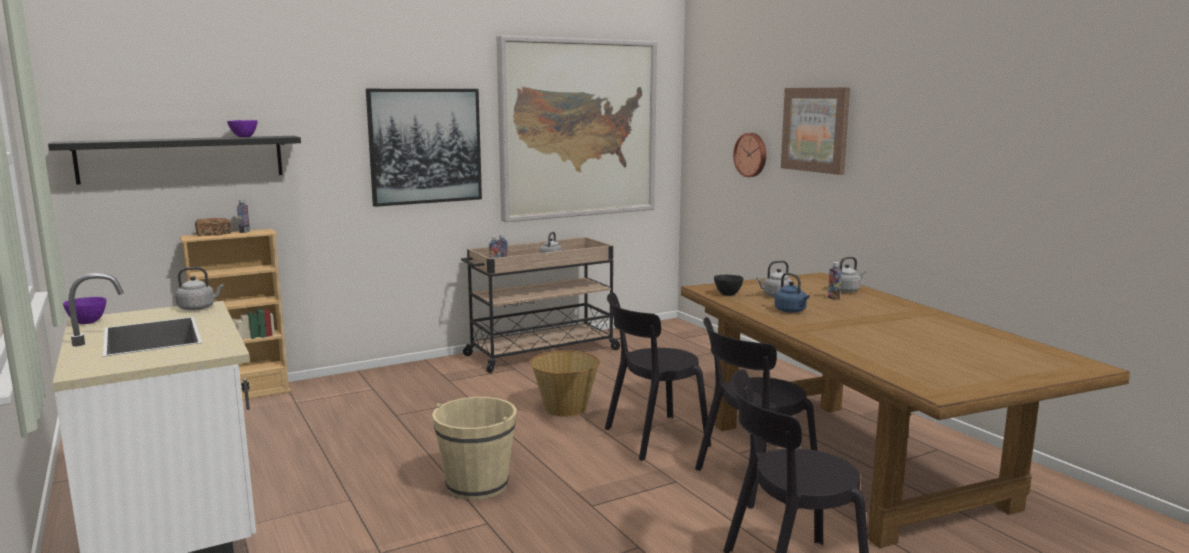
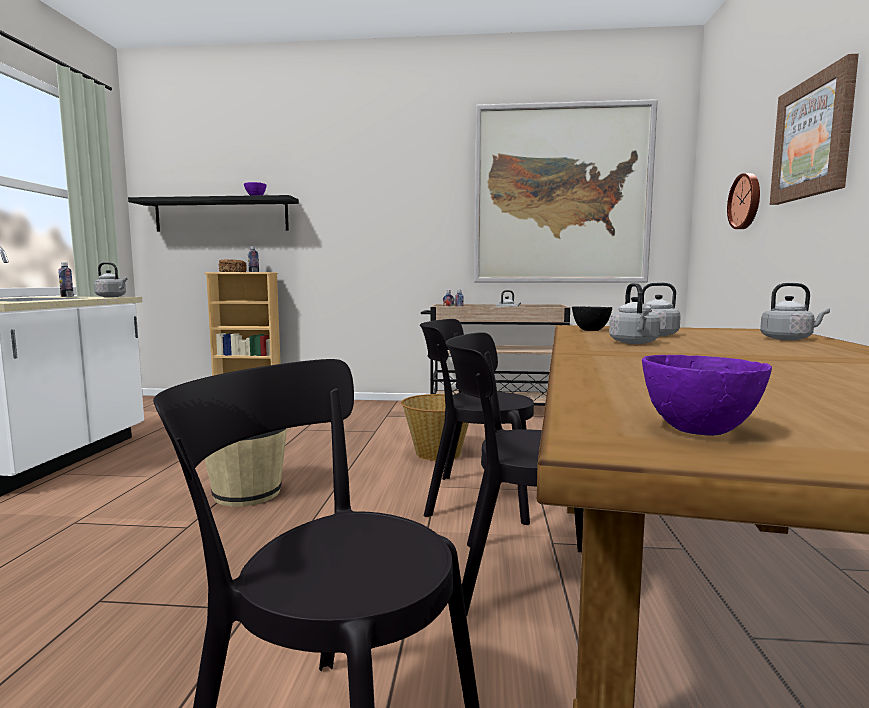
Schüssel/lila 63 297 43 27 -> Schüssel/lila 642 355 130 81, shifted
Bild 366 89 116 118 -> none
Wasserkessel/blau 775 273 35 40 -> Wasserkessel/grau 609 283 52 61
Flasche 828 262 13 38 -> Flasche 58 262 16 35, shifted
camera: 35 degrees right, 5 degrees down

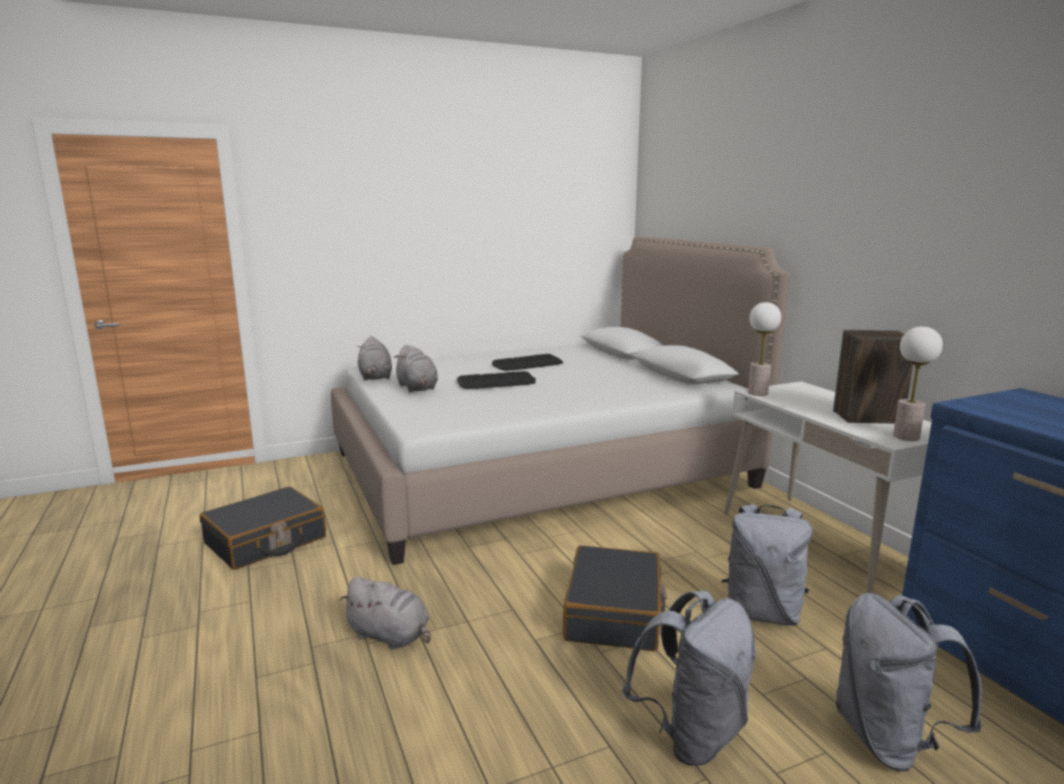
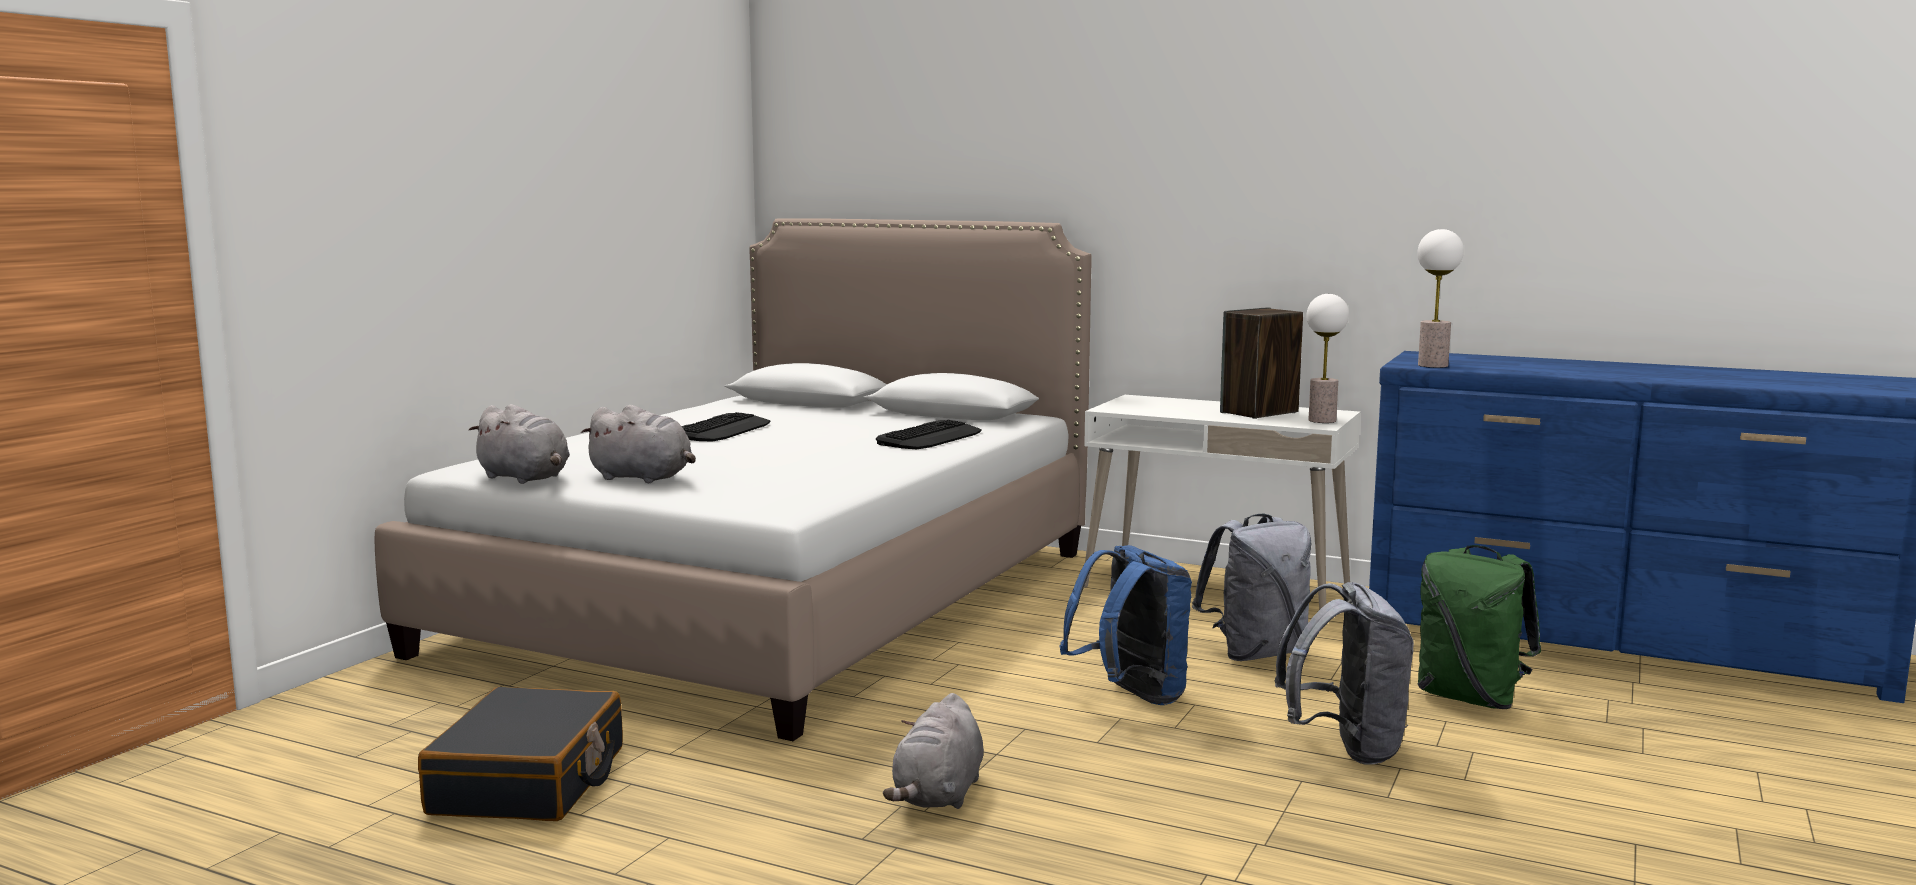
Plüschtier/grau 339 577 92 73 -> Plüschtier/grau 883 693 101 116, 120 degrees clockwise
Tastatur 457 371 79 18 -> Tastatur 876 420 106 29, shifted
Koffer/schwarz 563 545 104 106 -> Rucksack/blau 1059 545 133 160
Tischlampe 748 302 33 94 -> Tischlampe 1417 229 47 139, shifted
Rucksack/grau 835 593 147 179 -> Rucksack/grün 1418 545 123 164
camera: 40 degrees left, 5 degrees down

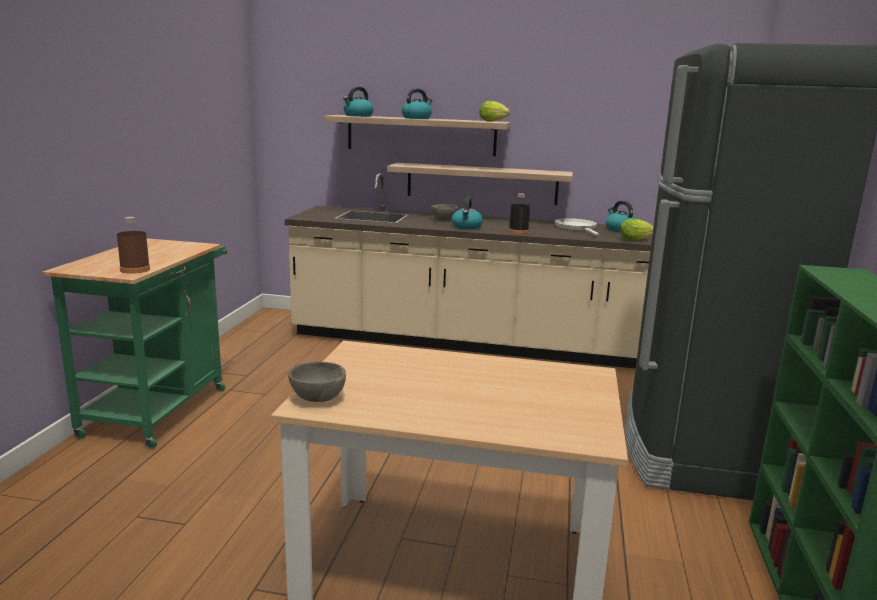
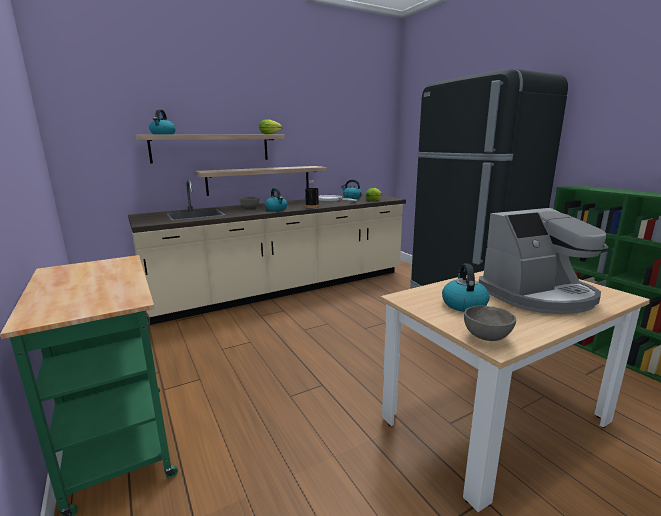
Flasche/braun 117 217 33 57 -> none
Wasserkessel 402 88 30 31 -> Wasserkessel 442 264 48 48, shifted
none -> Kaffeemaschine 479 208 129 106
camera: 40 degrees left, 0 degrees up

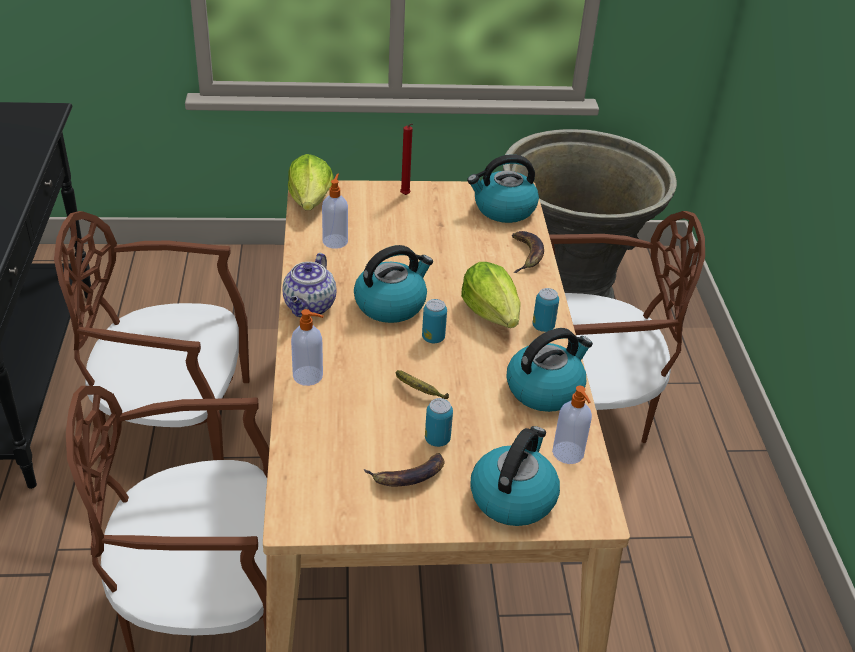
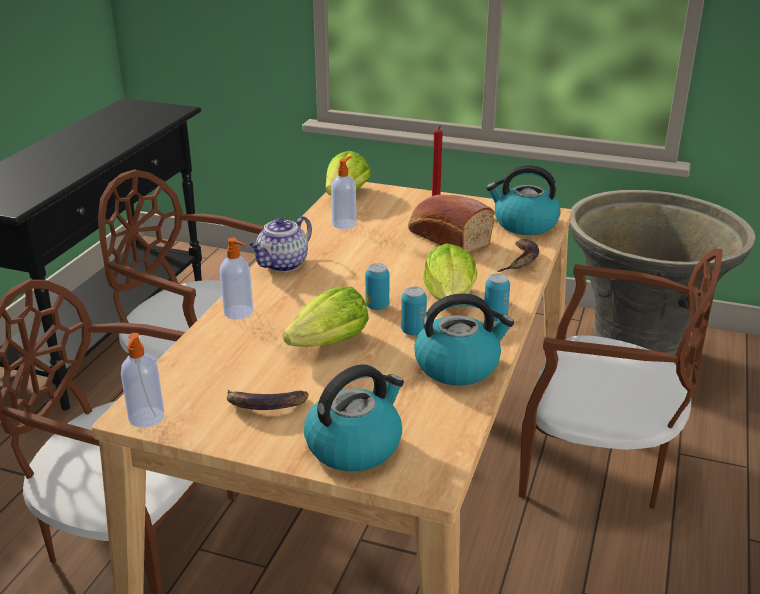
Wasserkessel 354 245 79 78 -> none
Banane 396 370 53 29 -> Salatkopf 283 287 86 60
Dose 425 398 28 49 -> Dose 401 287 26 48, shifted
Seifenspender 552 386 40 78 -> Seifenspender 121 333 43 95, shifted
none -> Brot 408 195 87 58
camera: 25 degrees right, 10 degrees down

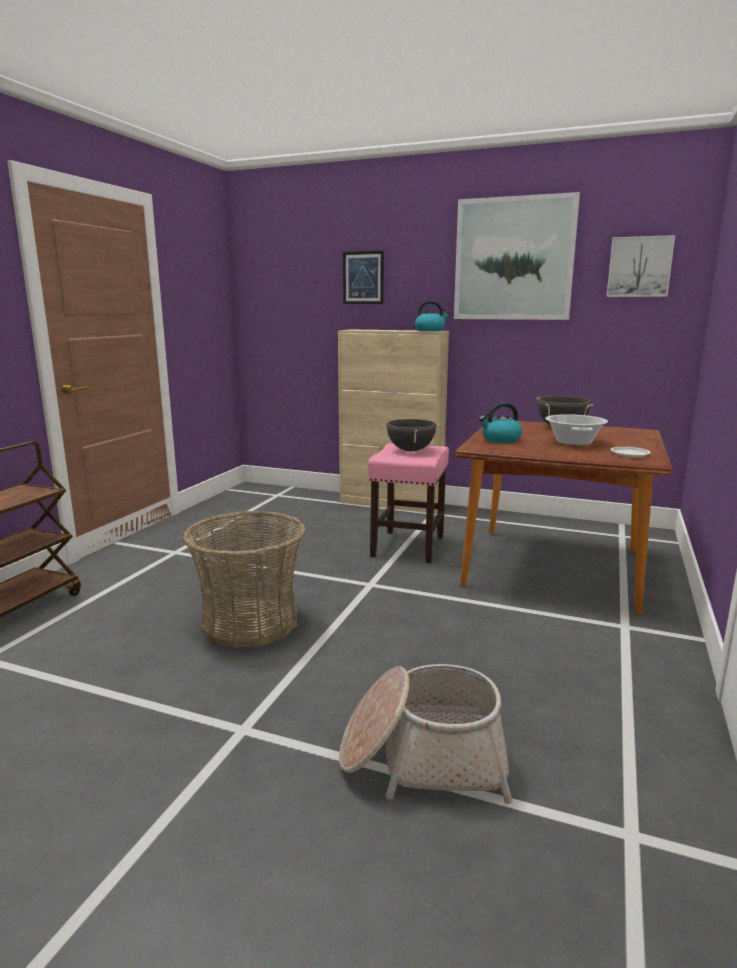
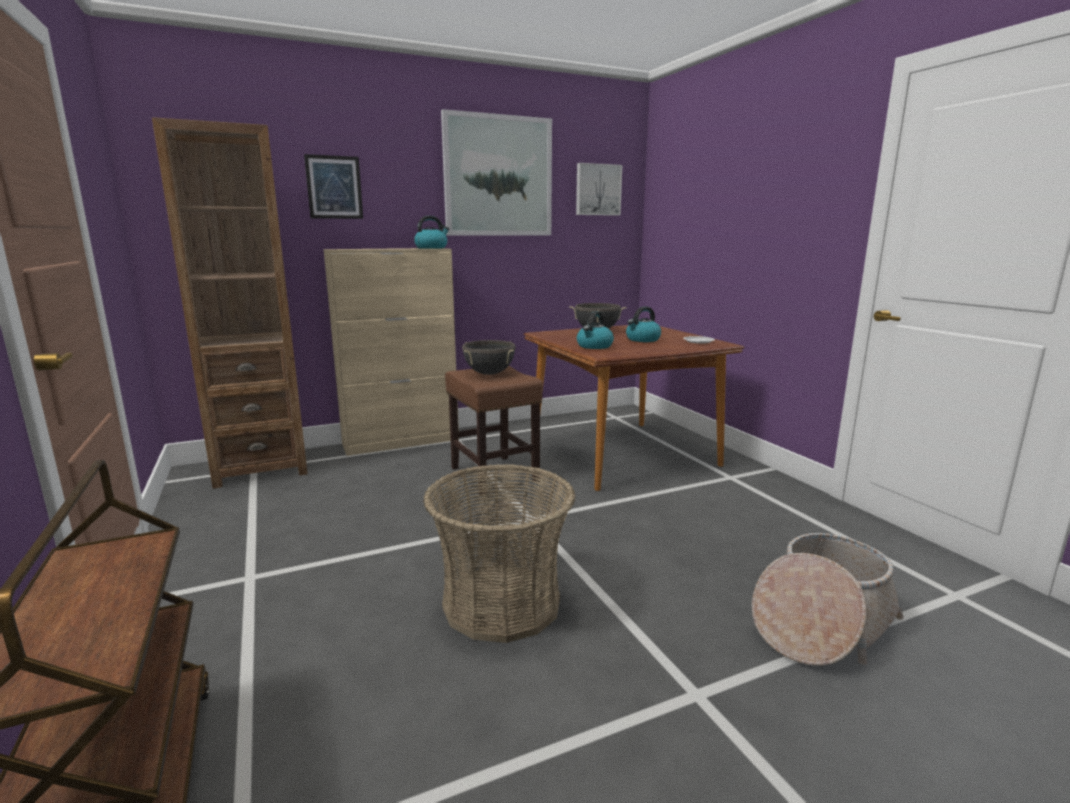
Hocker/rosa 368 443 81 120 -> Hocker/braun 445 366 98 128
Kochtopf 545 414 63 32 -> Wasserkessel 626 306 35 36
none -> Bücherregal/braun 152 117 156 372
camera: 45 degrees left, 0 degrees up

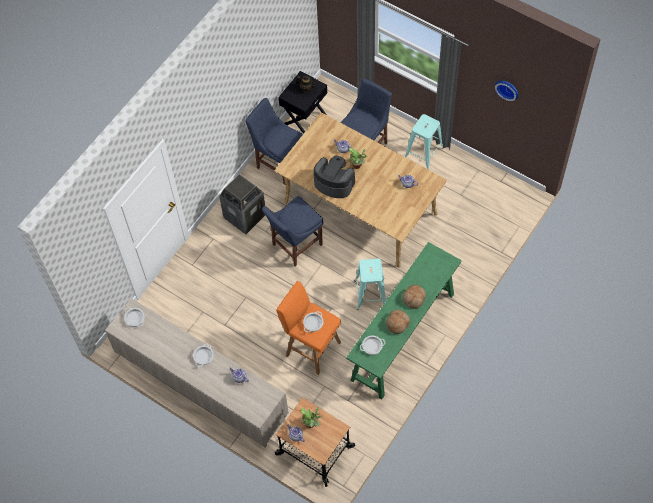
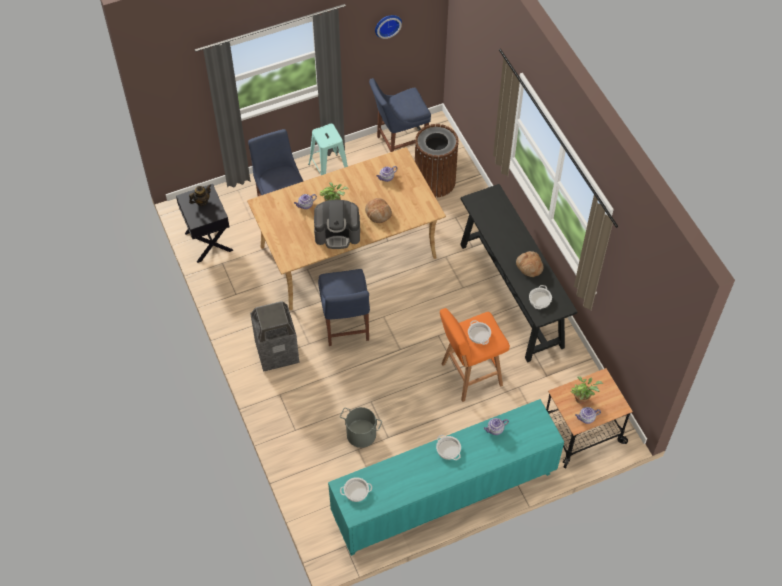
Schrank/beige 105 298 184 149 -> Schrank/türkis 328 399 236 157
Stuhl/blau 245 98 58 87 -> Stuhl/blau 369 78 62 74, shifted
Kaffeemaschine 314 156 41 42 -> Kaffeemaschine 314 200 46 49, 150 degrees counterclockwise
Konsolentisch/grün 346 242 116 158 -> Konsolentisch/schwarz 460 184 117 179
Hocker/türkis 354 258 32 52 -> none
Brot 402 285 24 24 -> Brot 365 198 27 25, shifted
none -> Eimer/grau 340 407 42 41
none -> Mülleimer/braun 415 124 44 74
camera: 60 degrees left, 5 degrees down

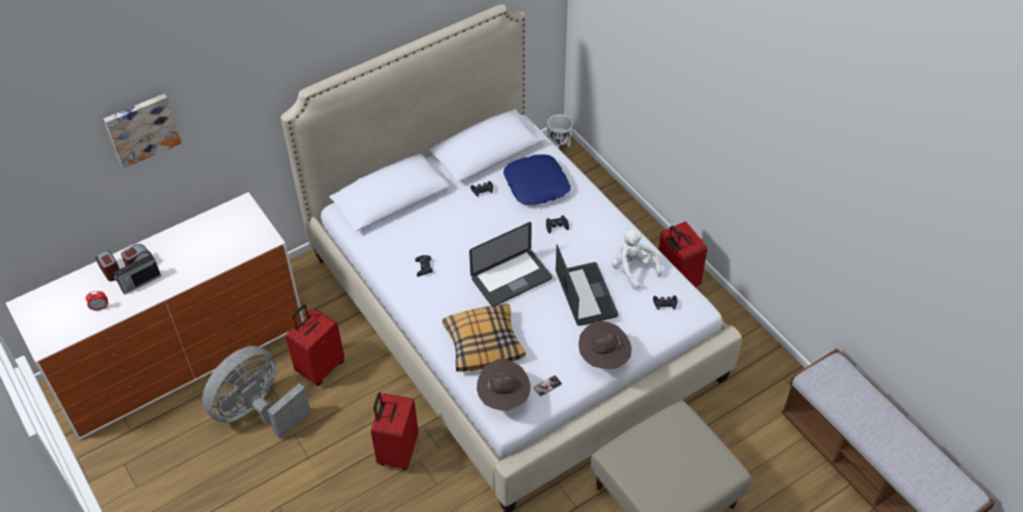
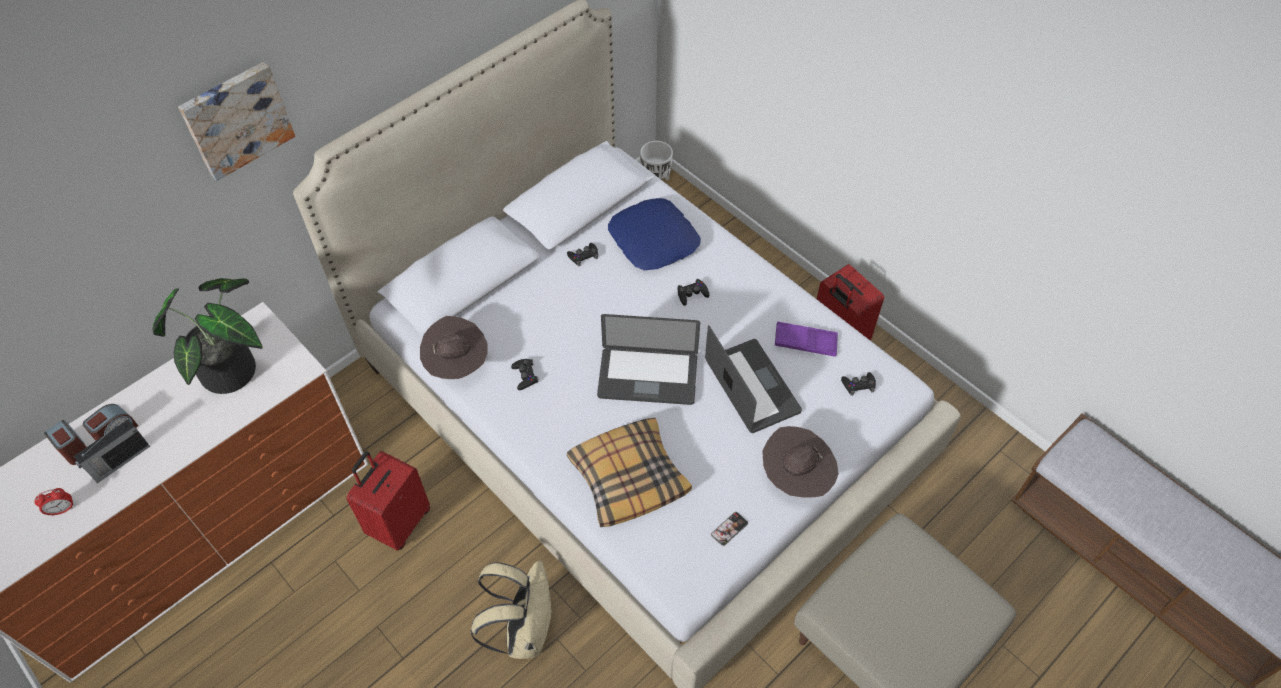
Bild 104 94 77 74 -> Bild 178 62 117 119, shifted
Ventilator/grau 202 346 109 92 -> none
Koffer/rot 371 392 47 78 -> Rucksack/beige 470 561 83 98
Laptop 469 222 83 84 -> Laptop 597 314 103 91, 45 degrees clockwise
Hut/braun 477 358 54 53 -> Hut/braun 420 316 68 63, shifted
Plüschtier/weiß 611 228 51 62 -> Tablett/lila 775 322 63 35
none -> Topfpflanze 152 278 111 116
camera: 10 degrees left, 5 degrees up

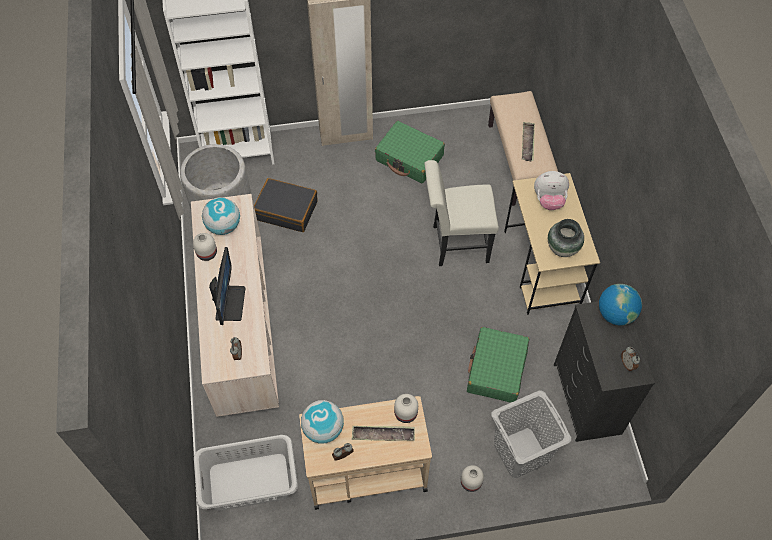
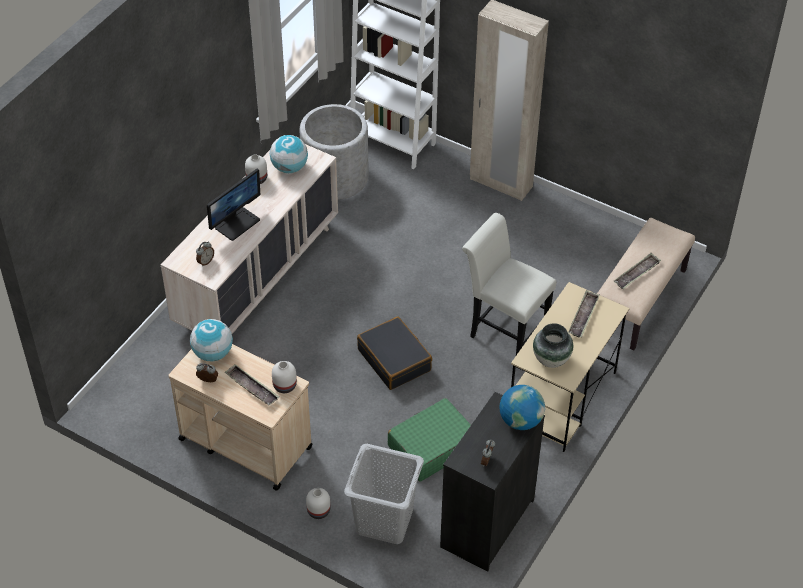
Wäschekorb/grau 194 435 104 76 -> none
Koffer/schwarz 254 178 64 54 -> Koffer/schwarz 357 316 75 74, shifted
Koffer/grün 375 121 70 62 -> none
Plüschtier 534 171 35 39 -> Tablett 568 290 31 48
camera: 40 degrees right, 10 degrees down

